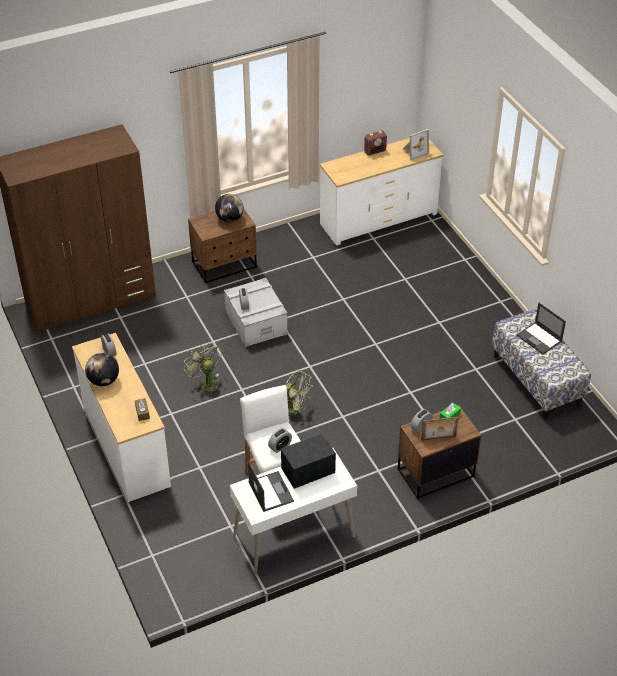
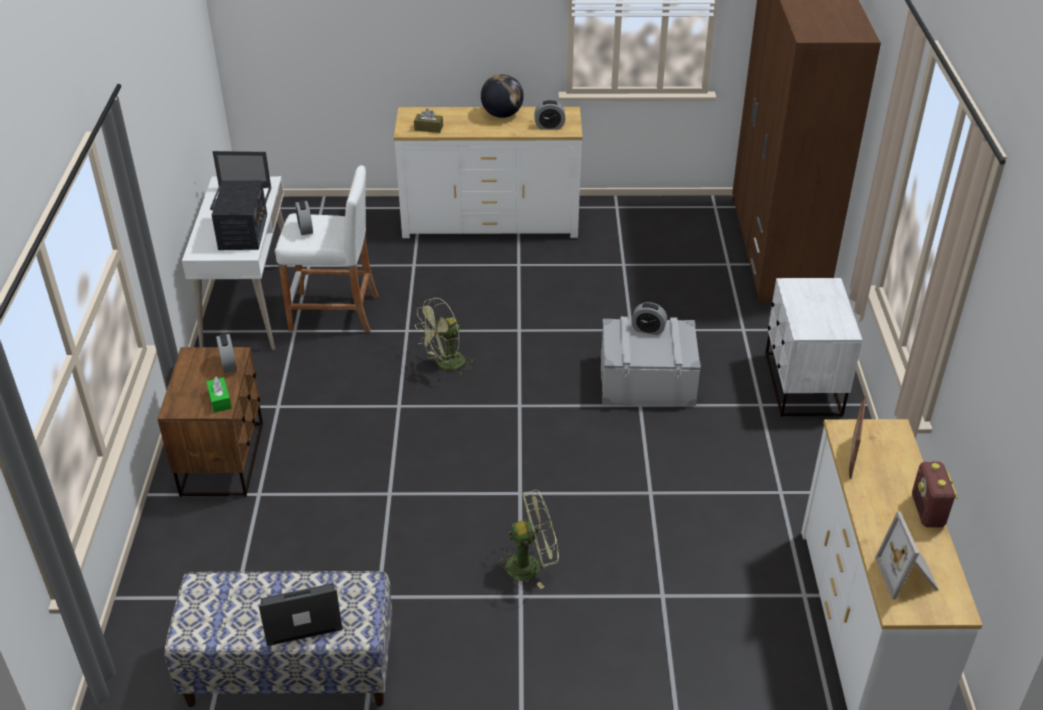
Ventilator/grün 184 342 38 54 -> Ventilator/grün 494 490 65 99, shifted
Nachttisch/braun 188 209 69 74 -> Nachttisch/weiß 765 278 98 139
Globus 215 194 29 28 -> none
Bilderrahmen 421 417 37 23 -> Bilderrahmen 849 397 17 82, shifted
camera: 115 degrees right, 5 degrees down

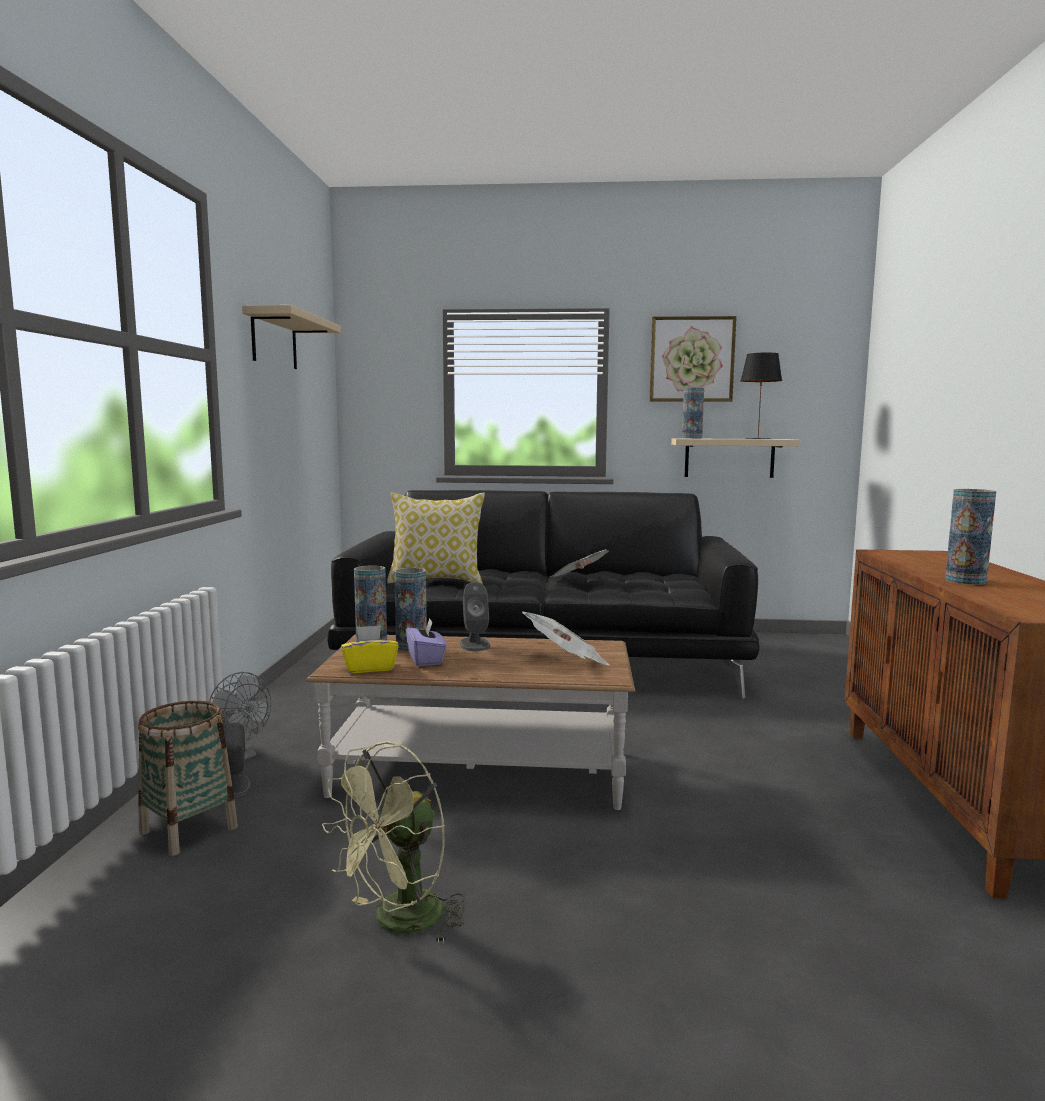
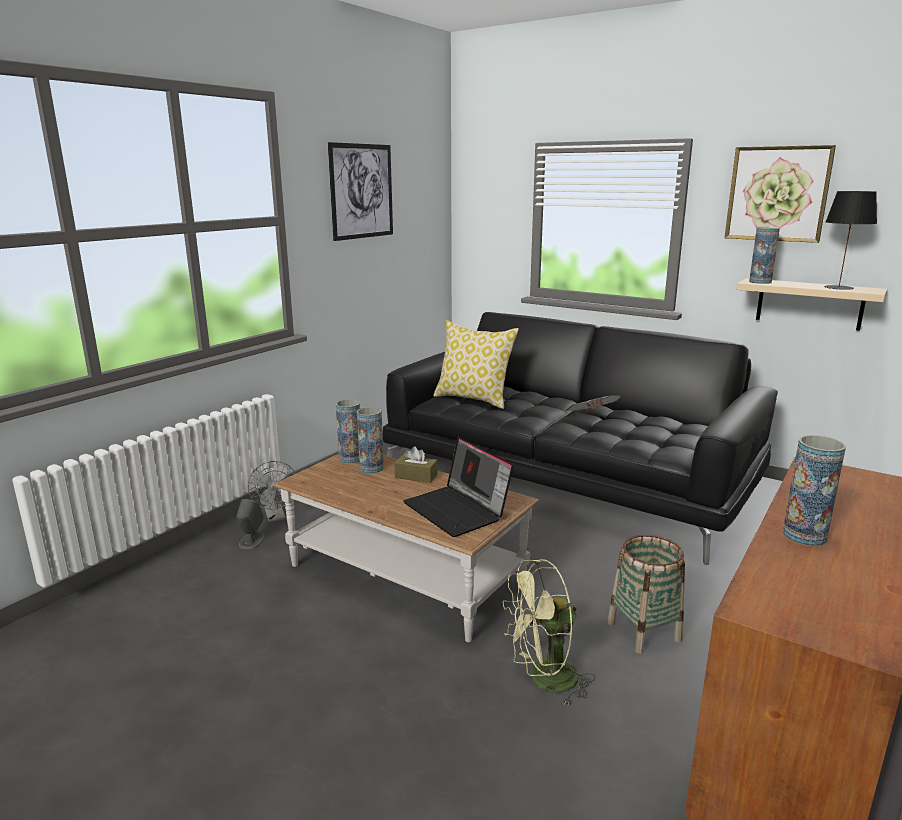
Korb 138 701 100 155 -> Korb 607 535 78 119, shifted
Wandregal/beige 242 305 99 64 -> Bild 328 142 65 99
Ventilator/grün 322 741 143 203 -> Ventilator/grün 503 559 92 147, shifted
Taschentuchbox/gelb 341 625 58 48 -> none
Taschentuchbox/lila 406 619 41 47 -> none
Lautsprecher/grau 460 582 30 69 -> Taschentuchbox/braun 395 447 42 36
Zeitung 522 612 88 54 -> Laptop 403 437 111 100
camera: 30 degrees right, 10 degrees up

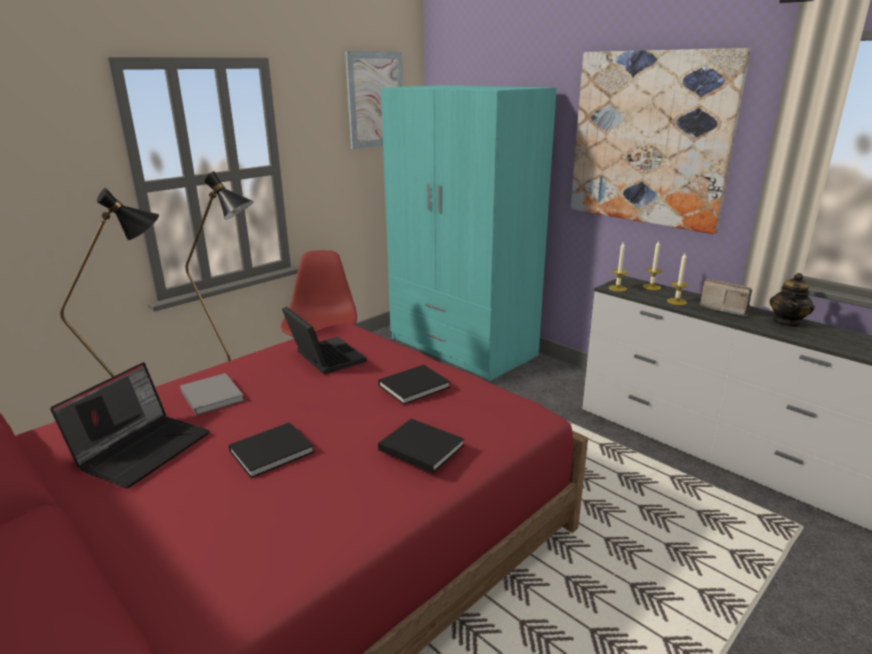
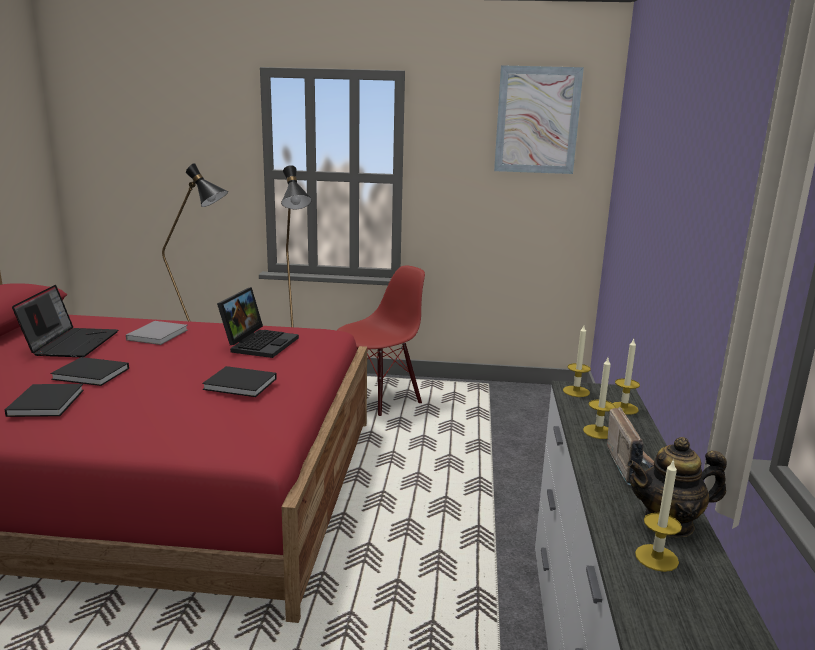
Laptop 50 362 160 126 -> Laptop 12 285 106 72, 75 degrees counterclockwise
Buch/schwarz 378 419 86 54 -> Buch/schwarz 5 384 79 33, shifted
Kleiderschrank/türkis 381 85 176 296 -> none
Bild 571 48 180 186 -> none
none -> Kerze 635 459 47 113
camera: 50 degrees right, 5 degrees down

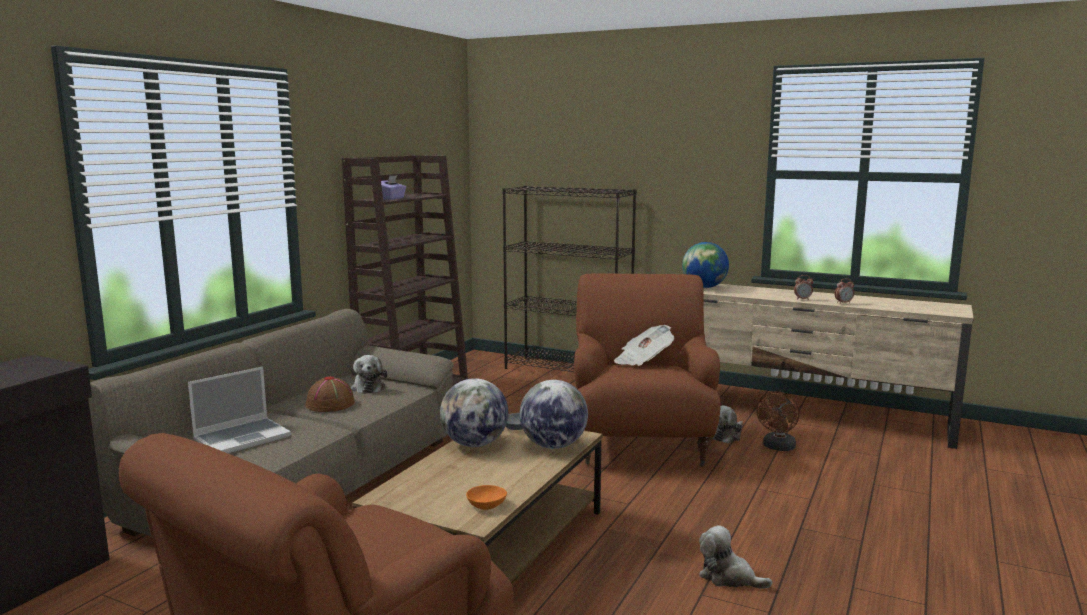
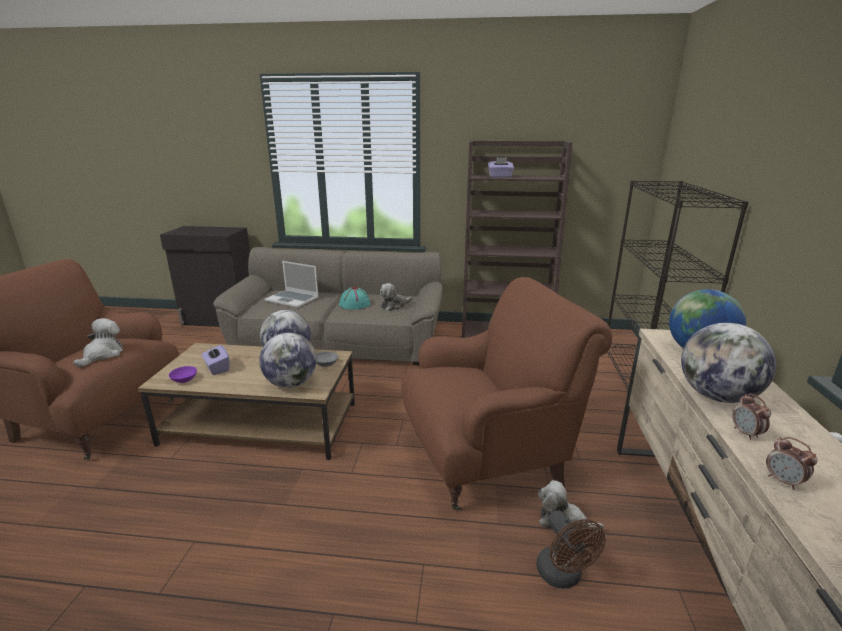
Hut/braun 306 376 49 36 -> Hut/türkis 339 287 31 23
Schüssel/orange 466 485 41 25 -> Schüssel/lila 169 366 28 17
Zeitung 614 325 60 41 -> none
Plüschtier 699 525 73 64 -> Plüschtier 73 318 50 49, shifted
Ventilator/braun 756 391 44 60 -> Ventilator/braun 536 510 70 79, 120 degrees counterclockwise
none -> Taschentuchbox/lila 202 345 28 30
none -> Globus 681 323 95 80
camera: 70 degrees right, 10 degrees up

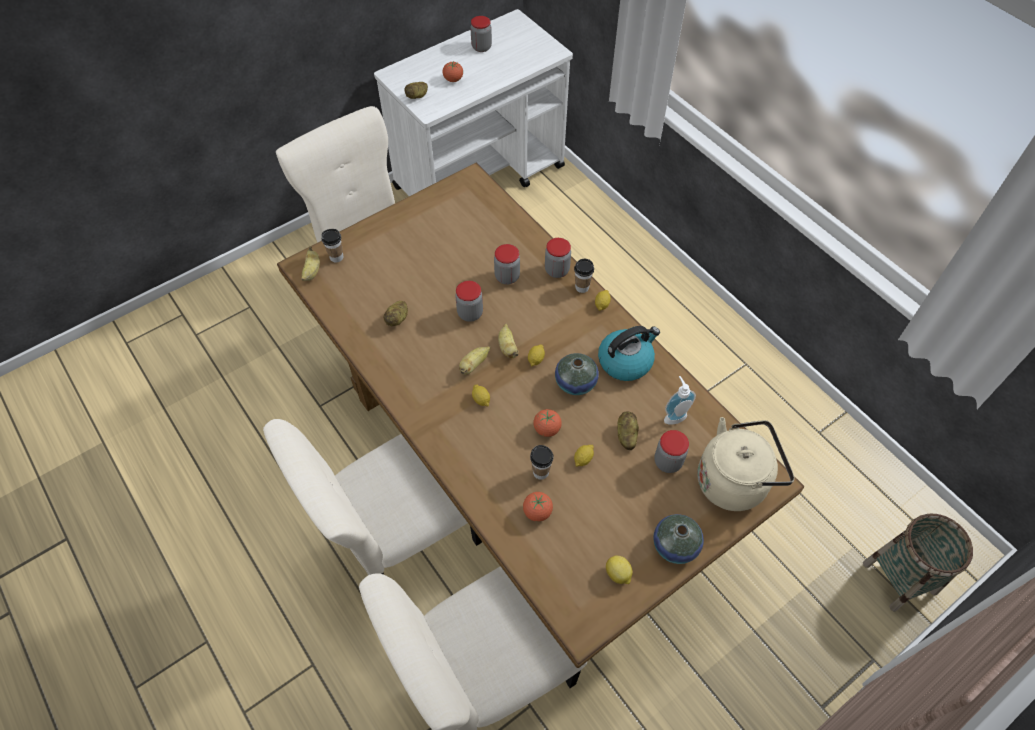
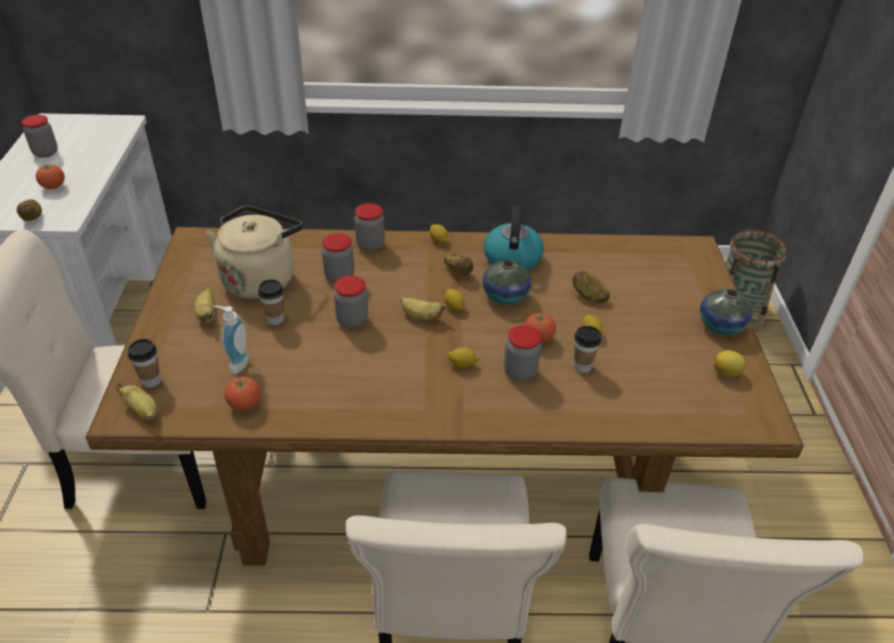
Kartoffel 384 301 24 25 -> Kartoffel 444 254 30 22, shifted
Banane 459 346 31 29 -> Banane 195 287 20 36, shifted
Tomate 523 492 30 30 -> Tomate 224 377 37 34, shifted
Tasse 574 259 20 34 -> Tasse 258 279 26 46, shifted
Vorratsglas 654 430 35 43 -> Vorratsglas 504 325 37 56, shifted
Seifenspender 664 376 32 48 -> Seifenspender 213 305 36 69, shifted
Wasserkessel/beige 697 417 97 94 -> Wasserkessel/beige 206 206 96 93, shifted
camera: 55 degrees left, 15 degrees down

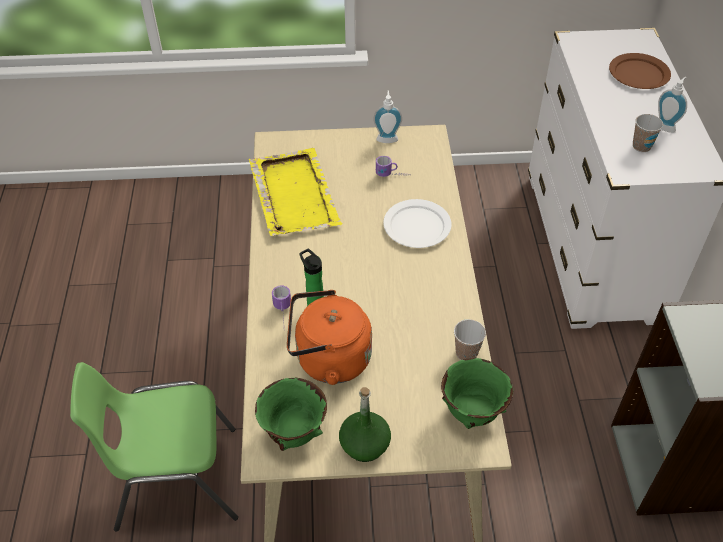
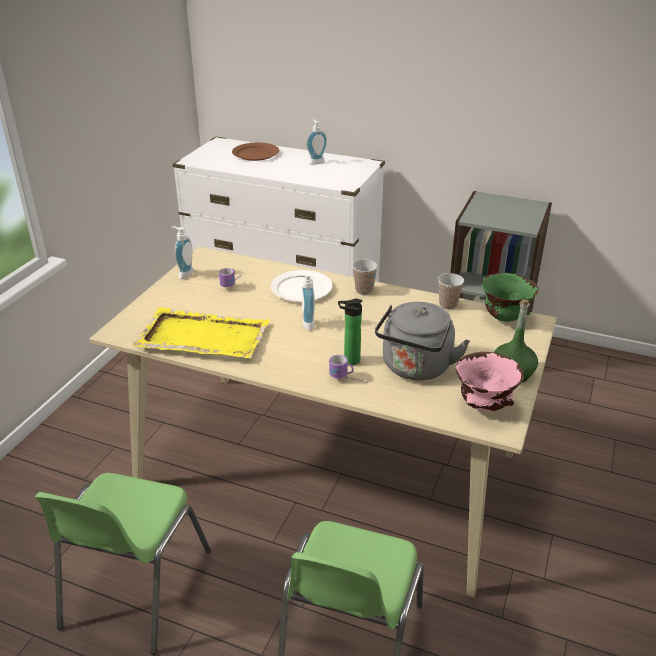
Schüssel/grün 255 378 72 73 -> Schüssel/rosa 456 352 68 60
Wasserkessel/orange 287 290 85 95 -> Wasserkessel/grau 375 302 95 78
Tasse 633 114 30 38 -> Tasse 352 259 26 36, shifted
none -> Stuhl/grün 35 473 176 182
none -> Seifenspender 295 273 20 58
camera: 65 degrees left, 15 degrees down

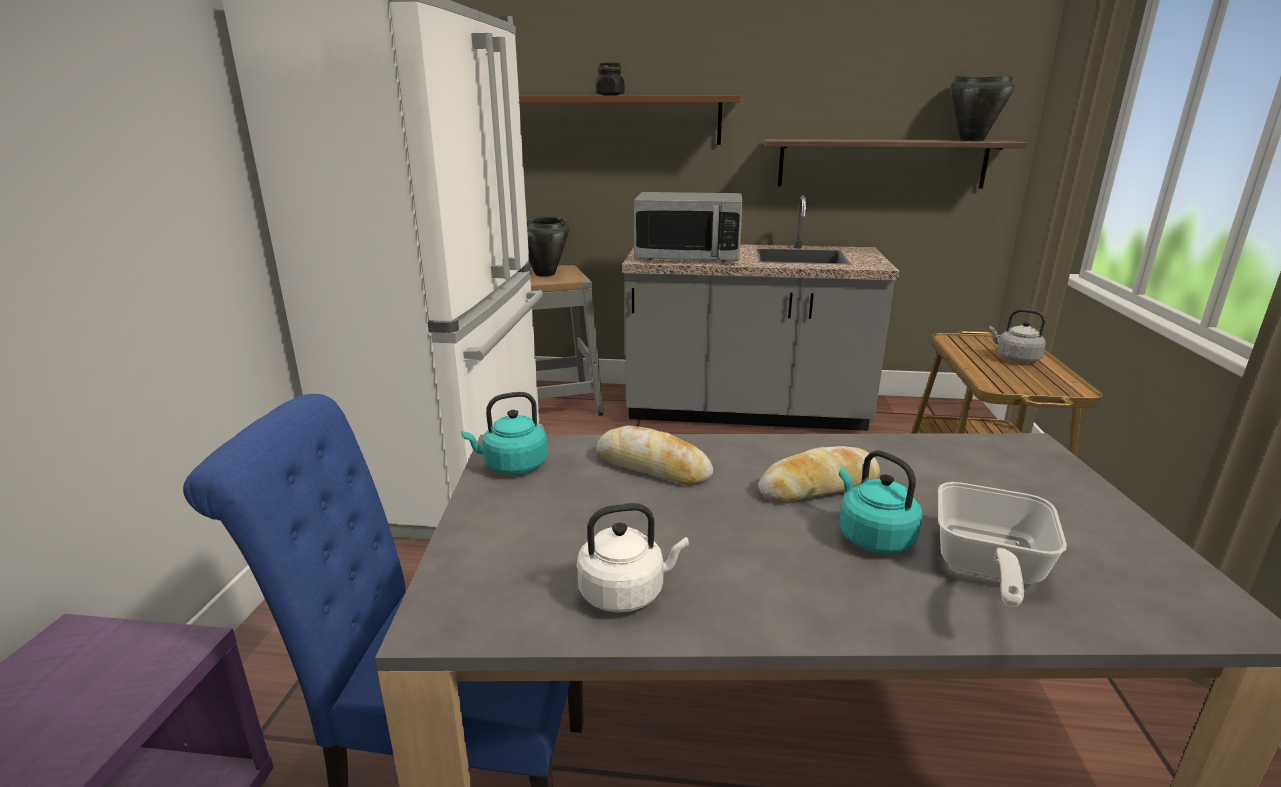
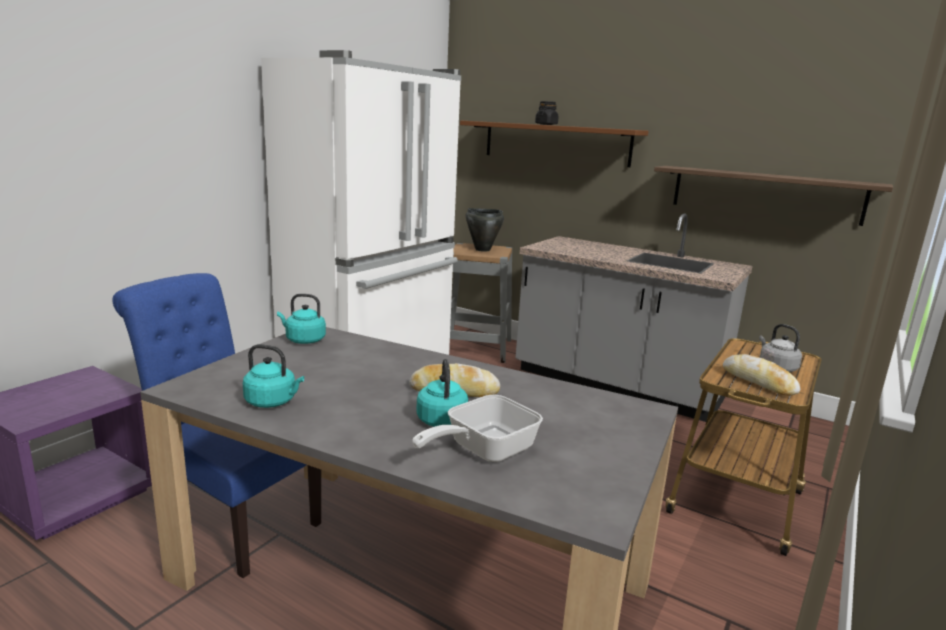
Wasserkessel/weiß 577 503 112 109 -> Wasserkessel/türkis 243 344 61 64
Brot 596 426 117 60 -> Brot 723 354 77 42, shifted
Mikrowelle 634 192 109 70 -> none
Kochtopf/schwarz 950 75 64 66 -> none
camera: 25 degrees right, 5 degrees down

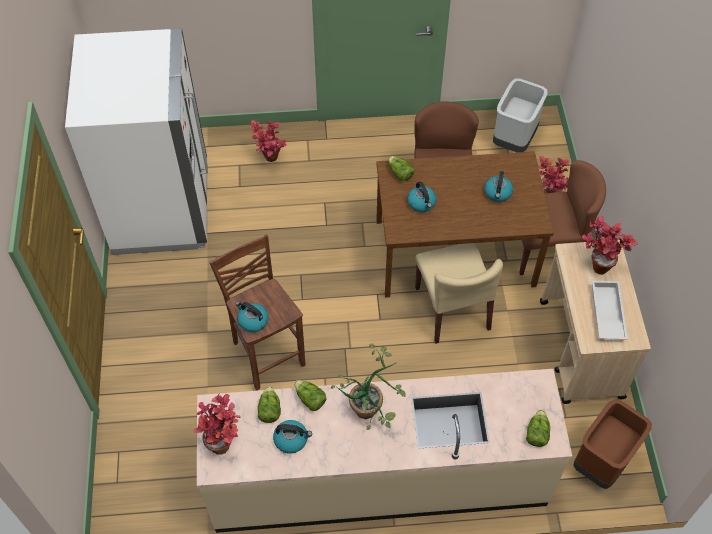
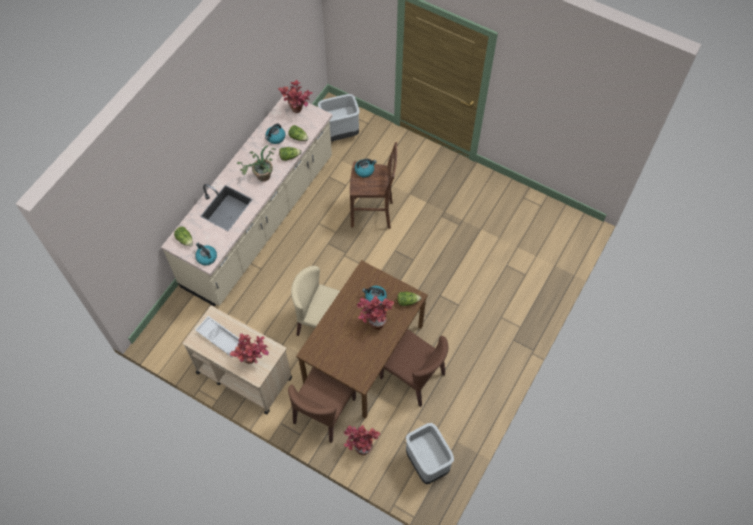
Kühlschrank/weiß 65 28 143 227 -> none
Topfpflanze 251 120 36 42 -> Topfpflanze 357 296 37 34, shifted
Wasserkessel 484 171 29 31 -> Wasserkessel 195 242 22 23, shifted
Mülleimer/braun 573 399 79 90 -> none
none -> Mülleimer/grau 318 94 42 47
camera: 125 degrees right, 5 degrees up

